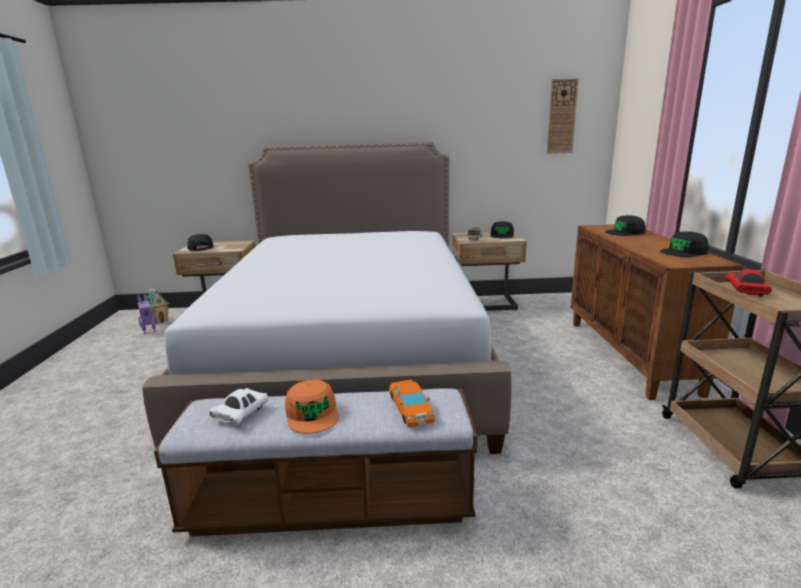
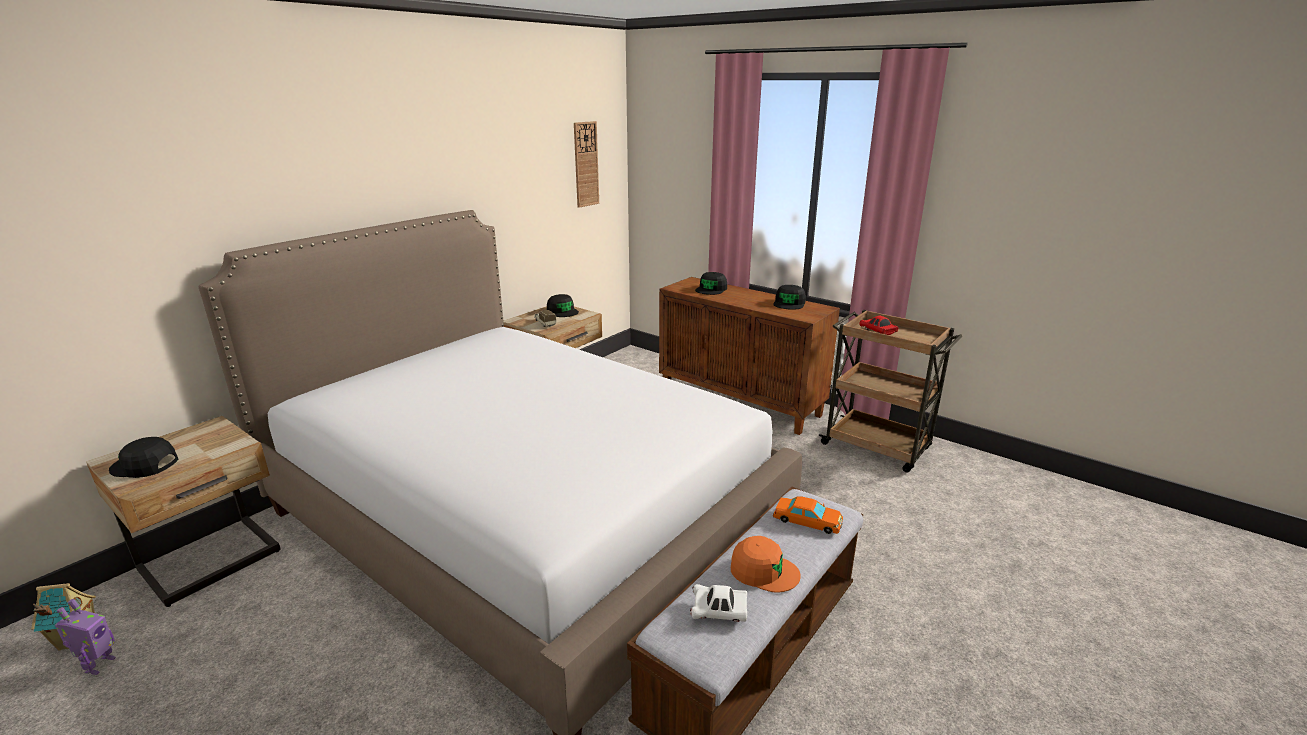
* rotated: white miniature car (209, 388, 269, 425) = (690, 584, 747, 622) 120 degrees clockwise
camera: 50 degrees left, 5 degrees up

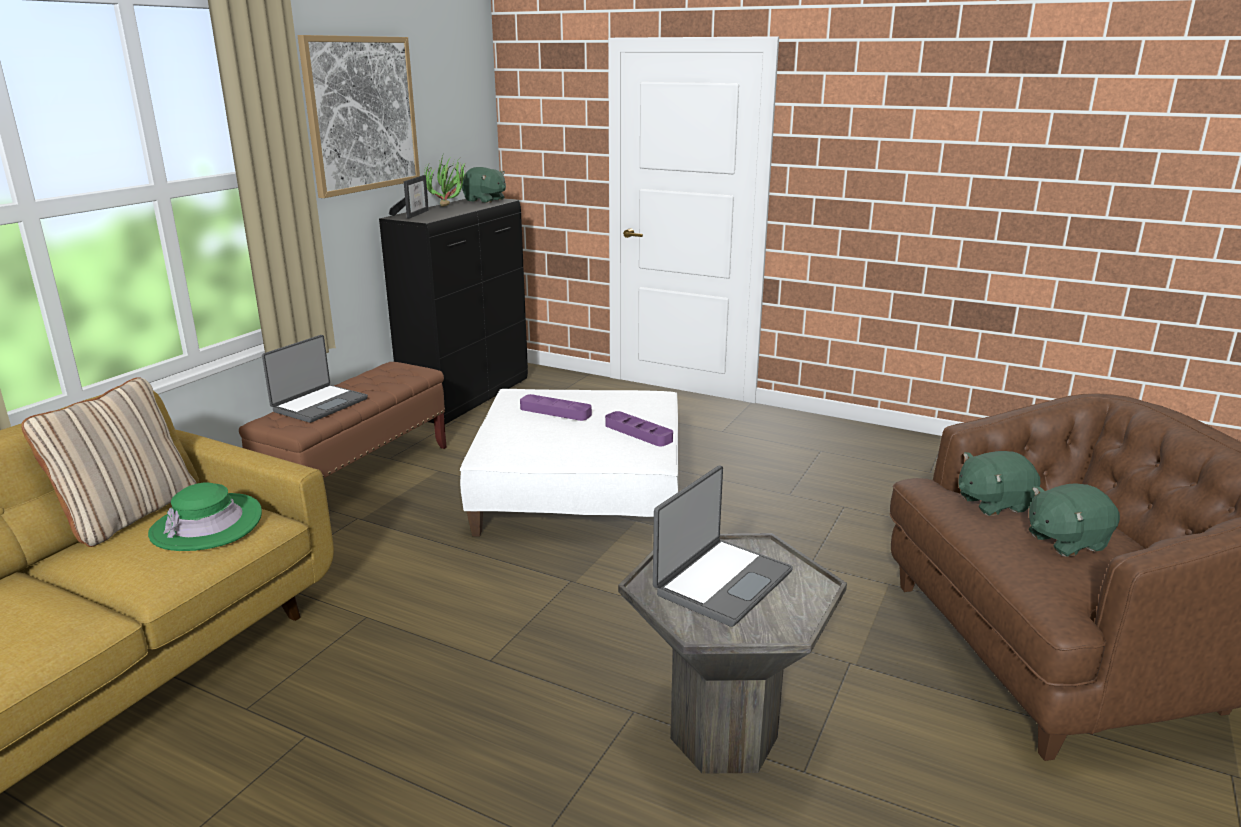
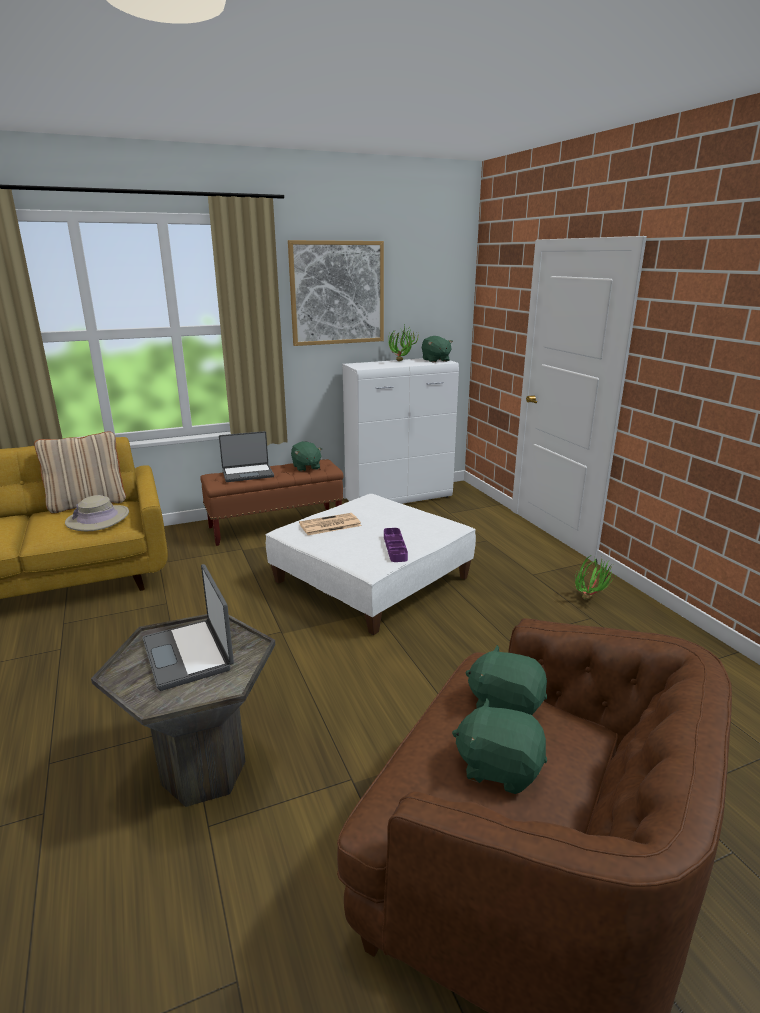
* gone: photo frame (389, 175, 429, 219)
* repainted: black-coloured cupboard (379, 198, 528, 424) to white cupboard (343, 358, 459, 504)
* gone: purple carrying tray (520, 394, 592, 421)
* rotated: laptop (653, 465, 793, 627) = (143, 564, 234, 691) 75 degrees clockwise
* repainted: green clothing hat (148, 482, 262, 551) to beige clothing hat (65, 495, 129, 531)
* new: green soft toy (291, 441, 322, 472)
* new: daily paper (299, 513, 362, 535)
* new: potted plant (575, 556, 617, 600)
camera: 40 degrees right, 0 degrees up

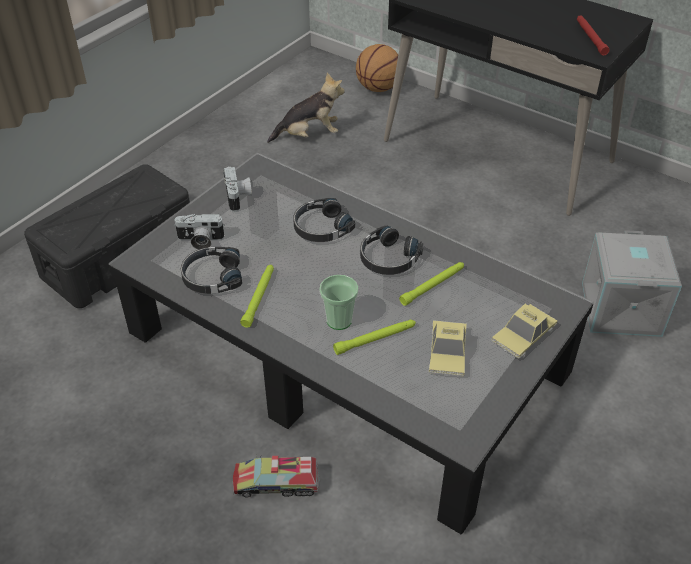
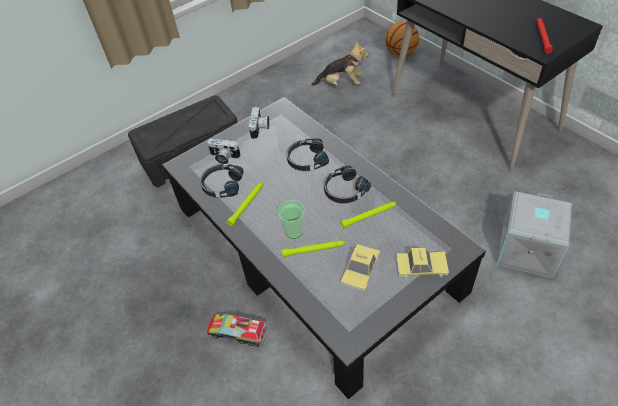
* rotated: miniature car (492, 304, 557, 359) = (396, 248, 449, 278) 150 degrees counterclockwise
camera: 20 degrees right, 5 degrees up

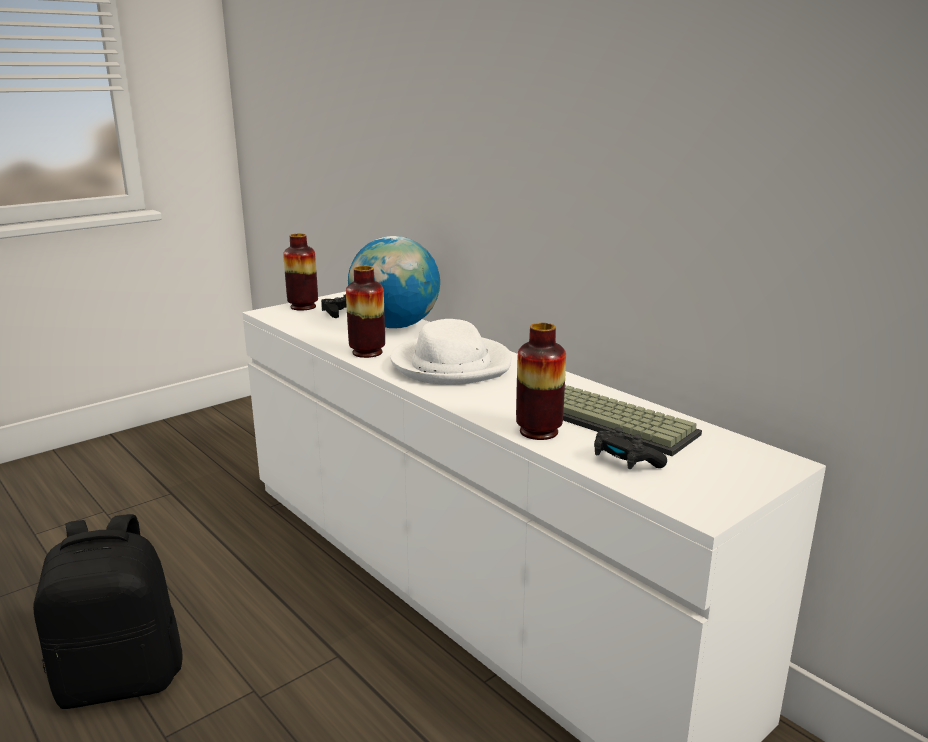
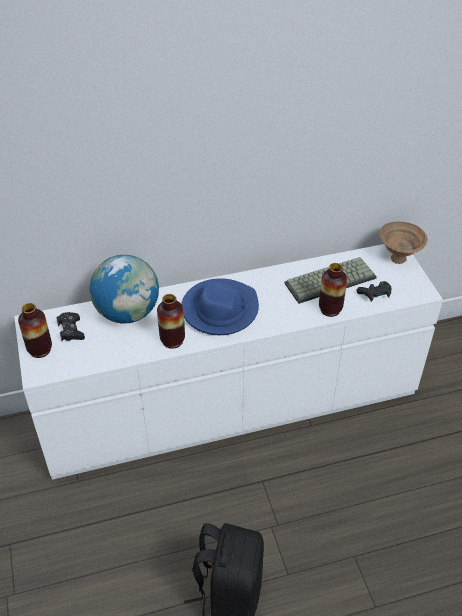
* repainted: white clothing hat (390, 319, 512, 385) to blue-coloured clothing hat (182, 278, 259, 335)
* new: brownish serving bowl (379, 221, 427, 264)
camera: 65 degrees left, 25 degrees up

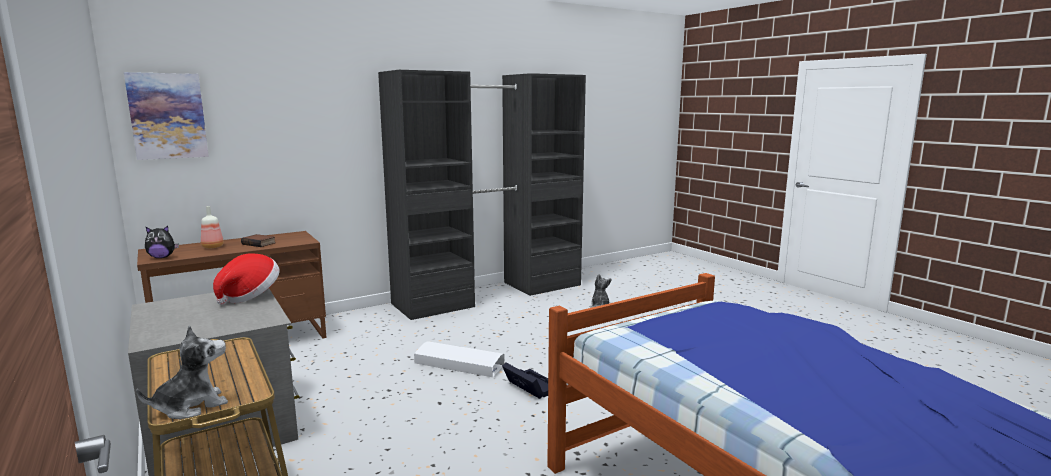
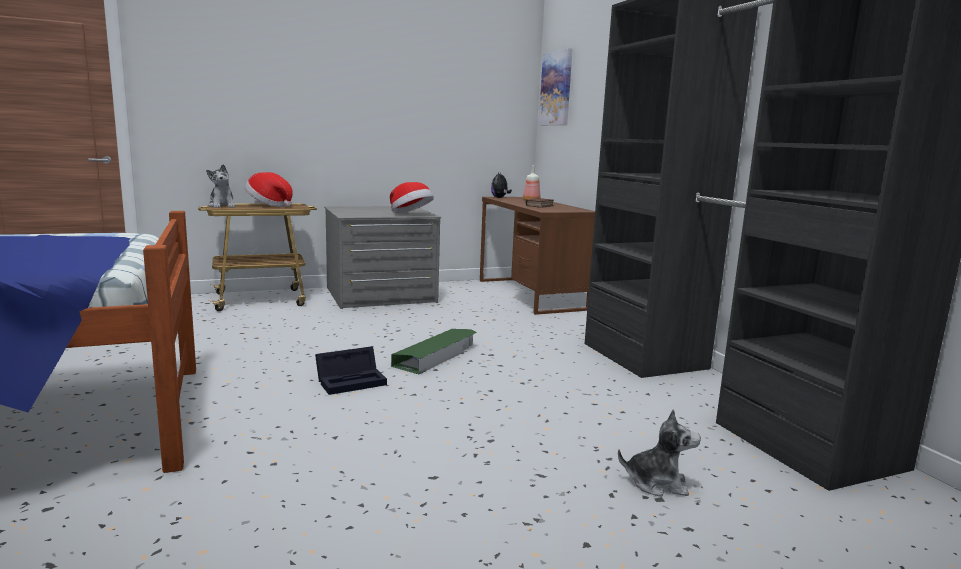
* repainted: white storage box (414, 341, 504, 377) to green storage box (391, 329, 477, 375)
* new: clothing hat (245, 172, 293, 207)
camera: 100 degrees right, 0 degrees up

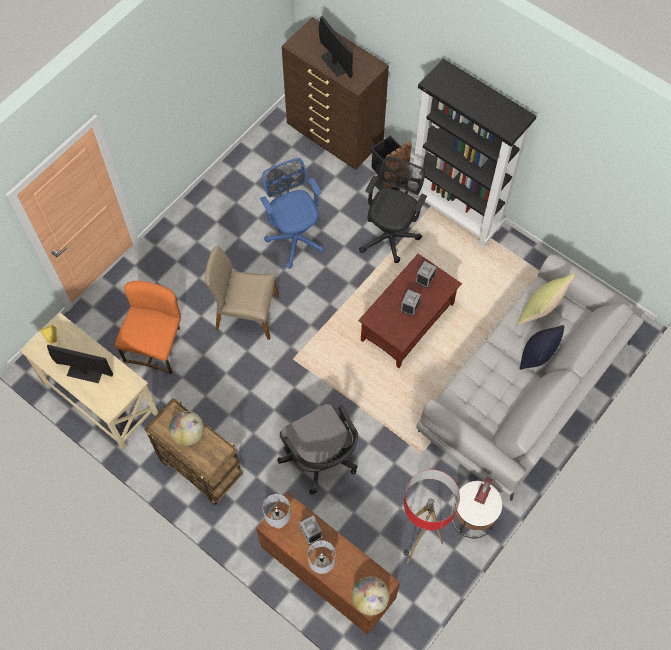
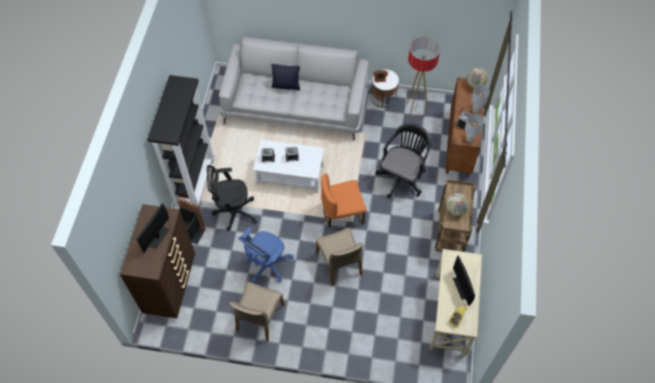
* repainted: brownish low table (358, 254, 462, 368) to white low table (253, 139, 324, 193)
* gone: yellow cushion (516, 273, 575, 326)
* shifted: orangey chair (115, 281, 181, 374) to (321, 173, 367, 227)
* new: beige chair (230, 282, 285, 342)
camera: 120 degrees left, 5 degrees down

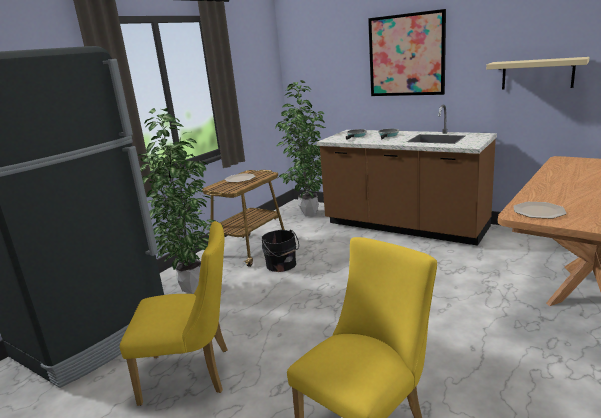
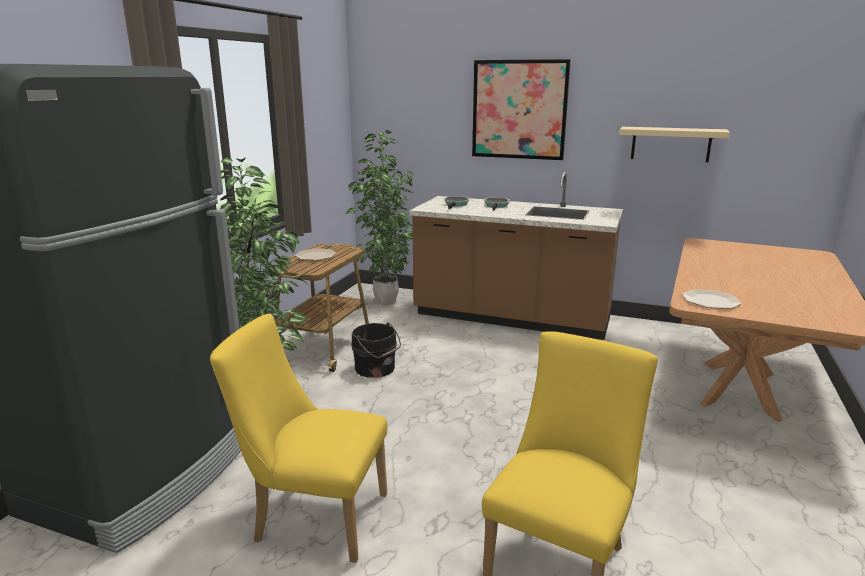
* rotated: yellow chair (120, 221, 228, 406) = (210, 314, 387, 563) 150 degrees counterclockwise
camera: 15 degrees left, 0 degrees up

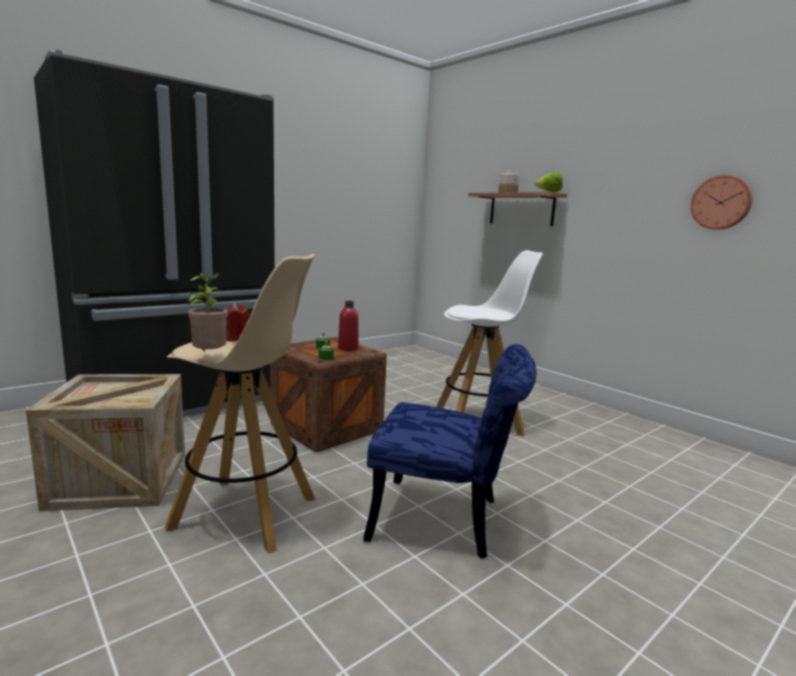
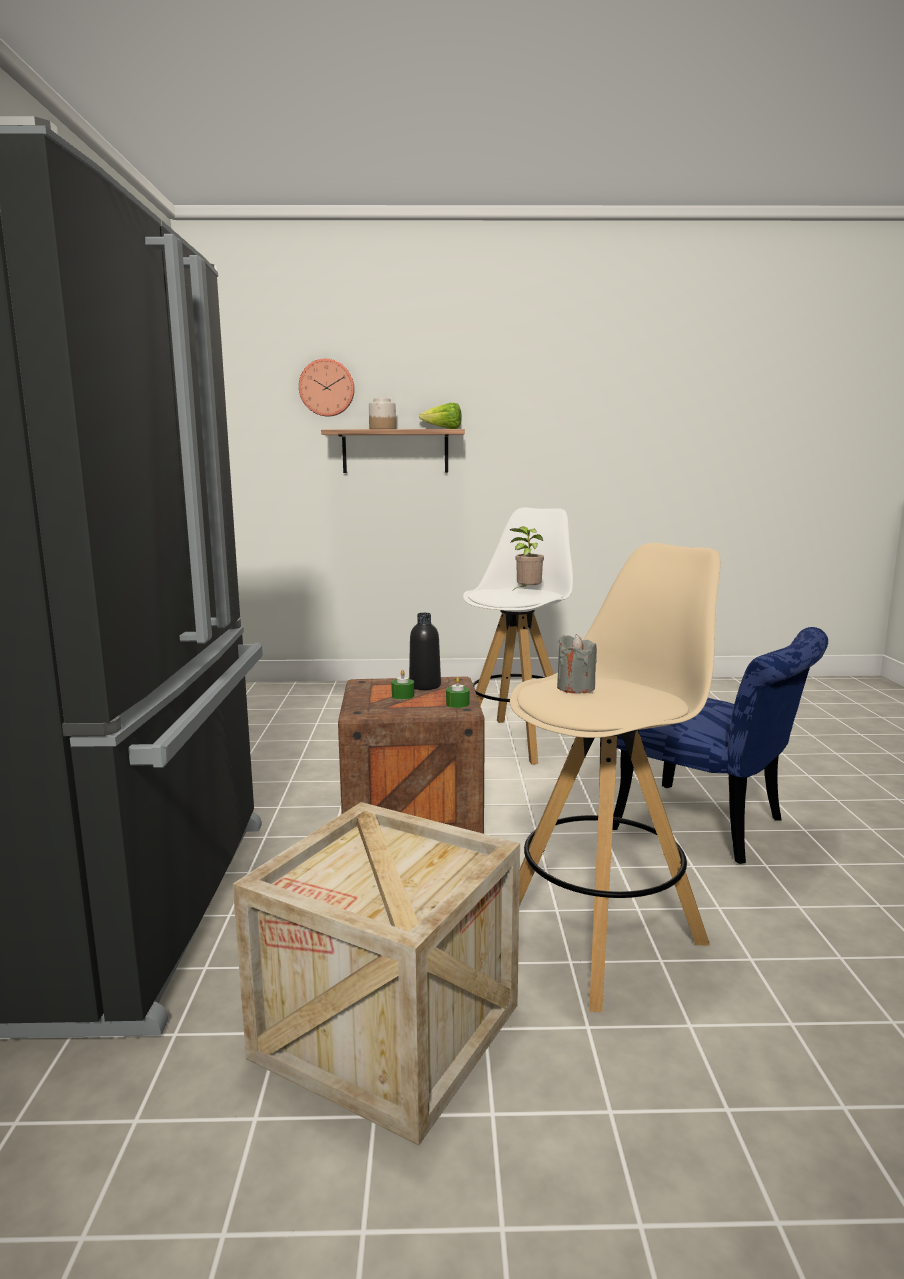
* shifted: hanging clock (691, 175, 753, 230) to (299, 358, 355, 417)
* shifted: potted plant (187, 273, 228, 352) to (510, 527, 544, 591)
* repainted: red-coloured beverage bottle (338, 301, 359, 351) to black-coloured beverage bottle (409, 613, 441, 690)
* repainted: red-coloured wax candle (226, 303, 249, 342) to greyish wax candle (557, 634, 597, 693)
* rotated: blue-coloured chair (363, 344, 536, 559) = (613, 627, 828, 864) 75 degrees clockwise
camera: 50 degrees left, 0 degrees up

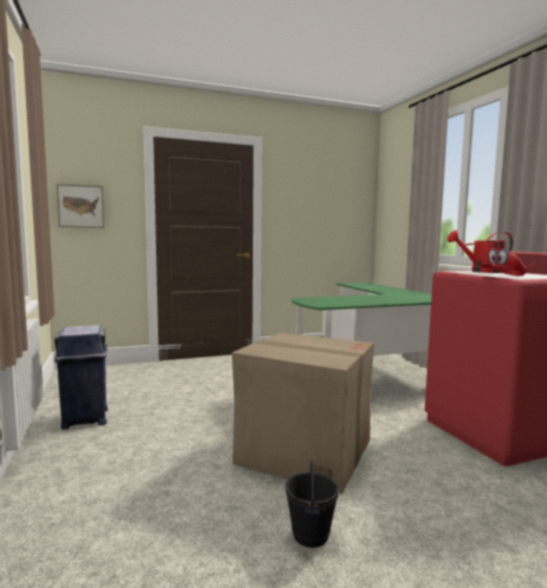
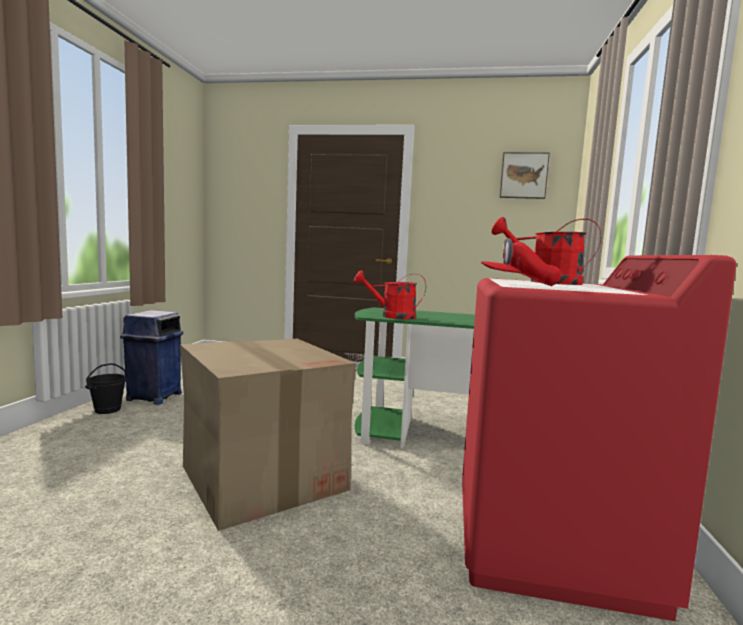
* shifted: wall art (57, 184, 104, 228) to (499, 152, 550, 199)
* shifted: black-coloured pail (285, 460, 339, 548) to (85, 363, 128, 414)
* new: red-coloured sprinkling can (354, 270, 426, 319)
camera: 30 degrees right, 0 degrees up

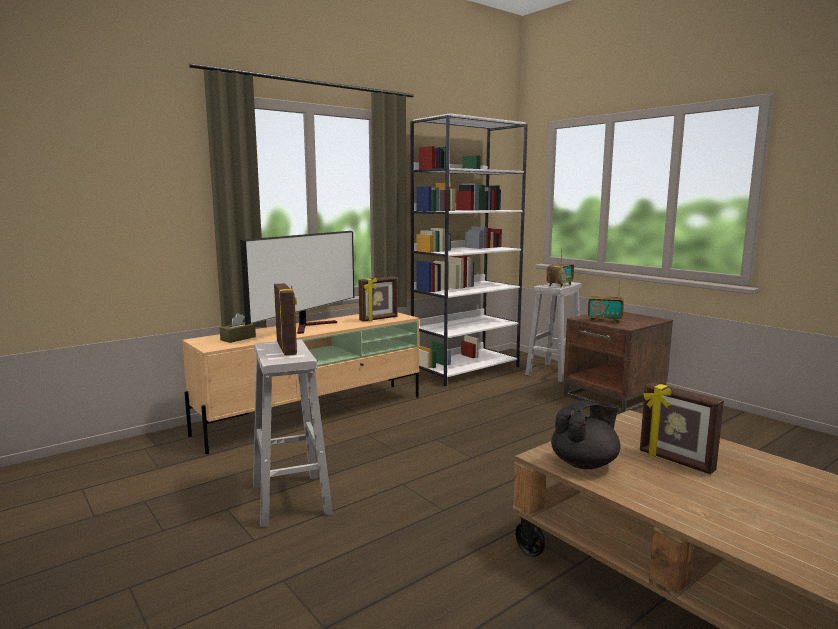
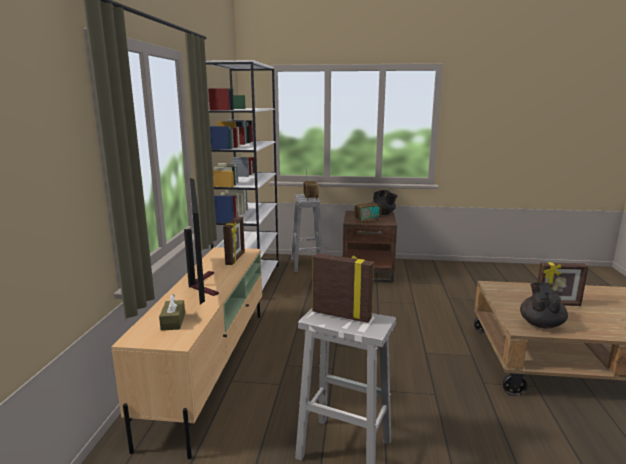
* new: black-coloured tea pot (372, 190, 397, 215)
camera: 45 degrees left, 5 degrees up

